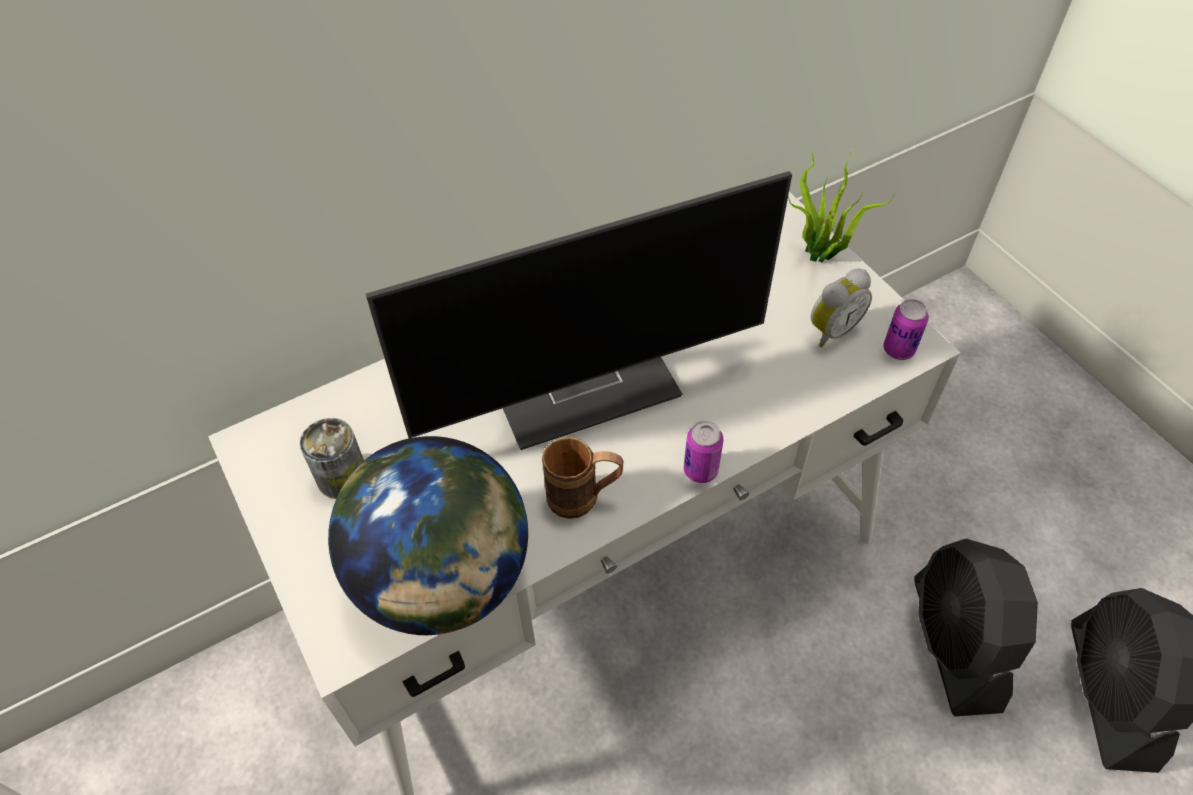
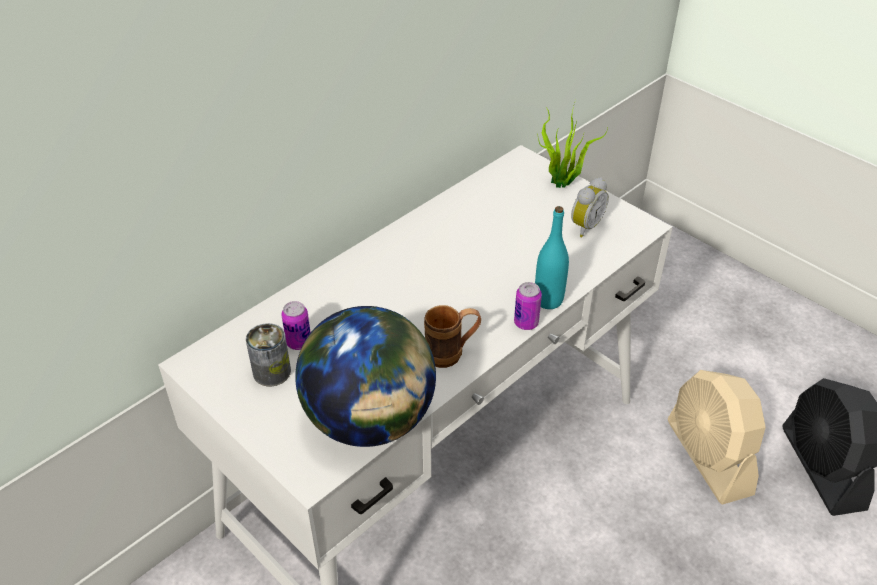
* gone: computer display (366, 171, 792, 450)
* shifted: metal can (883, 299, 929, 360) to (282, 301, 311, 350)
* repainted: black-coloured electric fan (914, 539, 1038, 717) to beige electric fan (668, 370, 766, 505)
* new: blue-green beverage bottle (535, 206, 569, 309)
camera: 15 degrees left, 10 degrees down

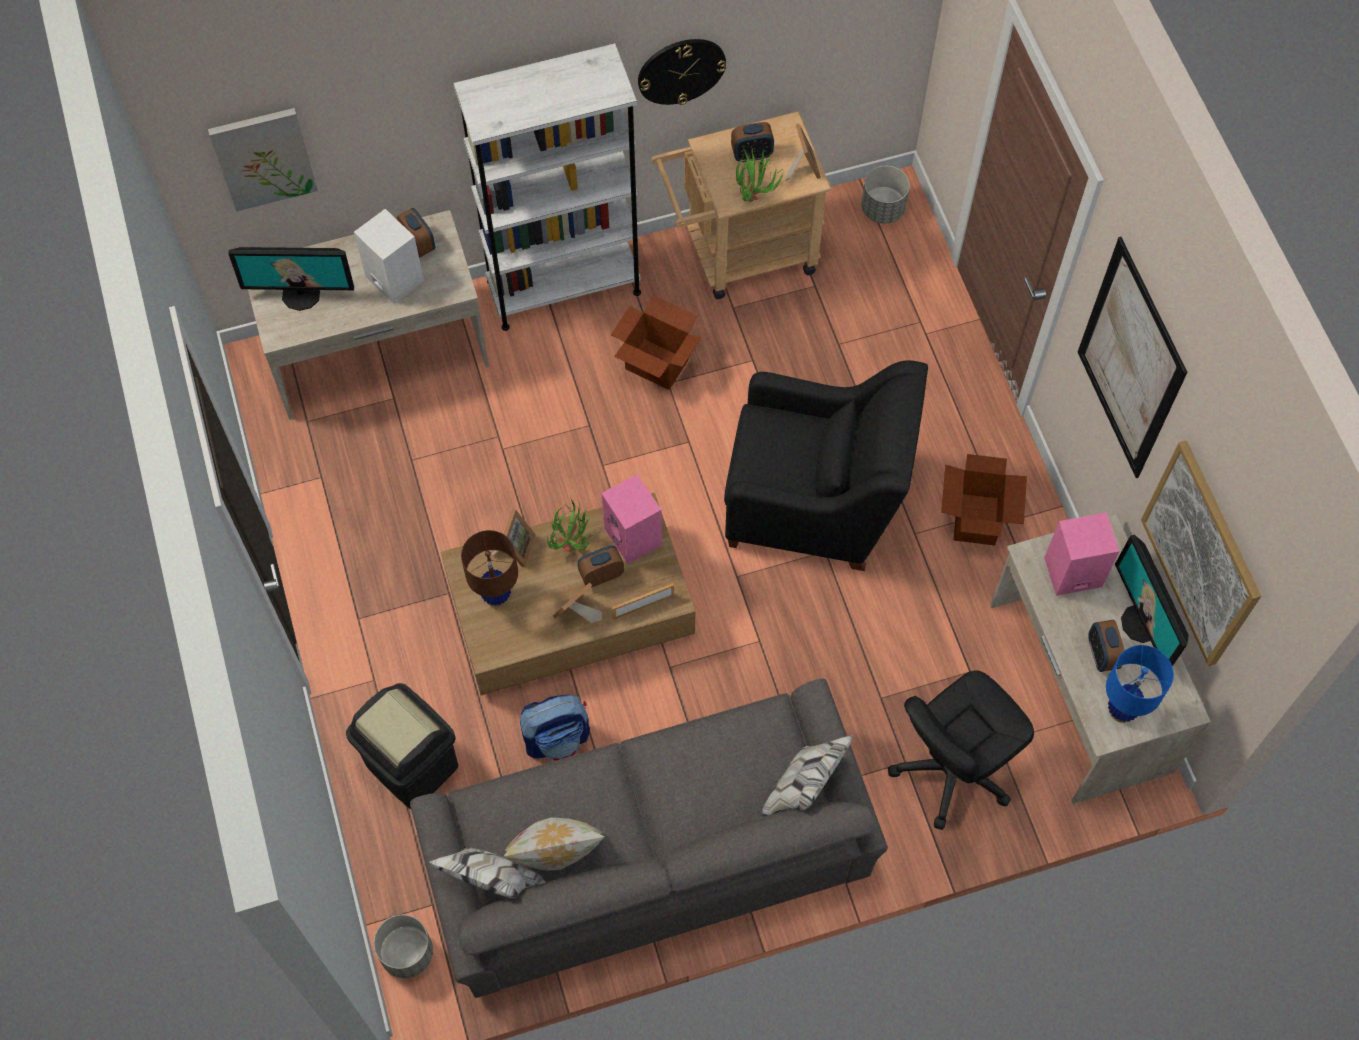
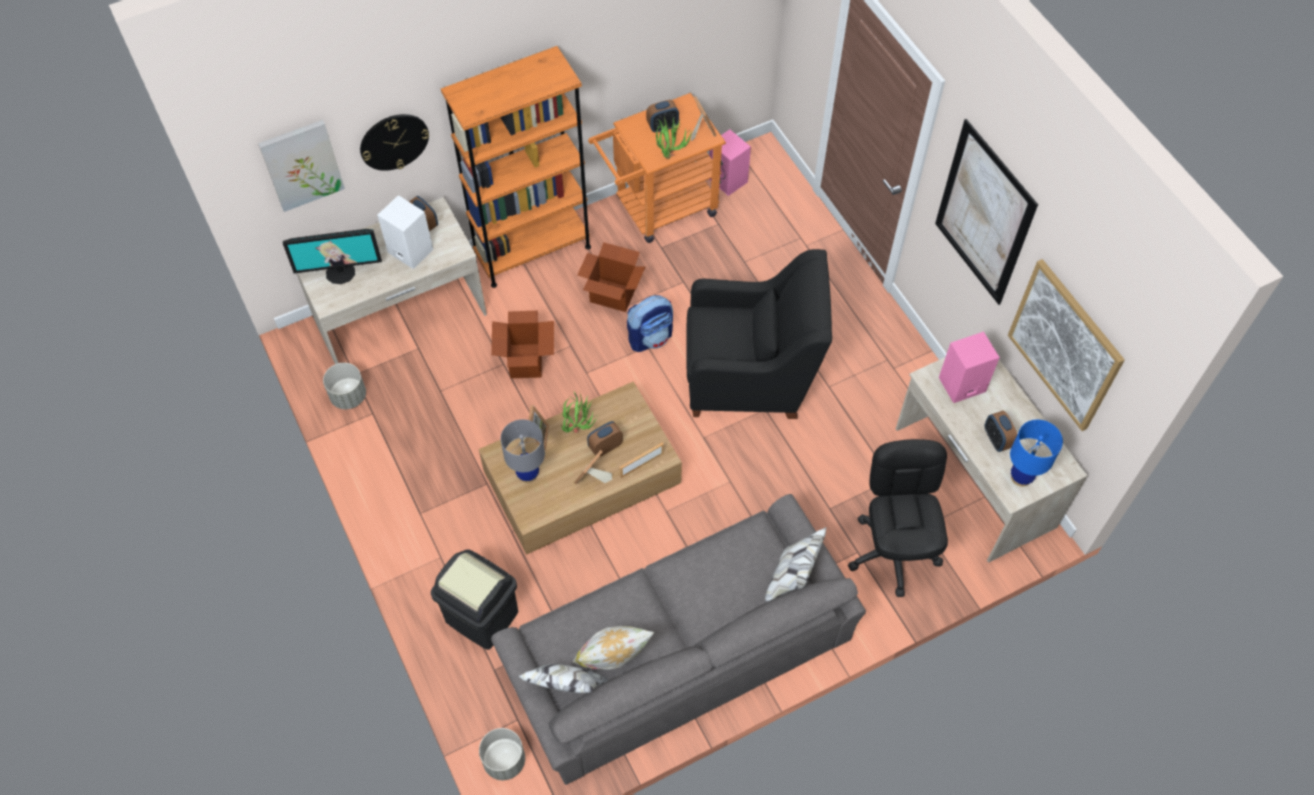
* shifted: hanging clock (638, 39, 726, 105) to (360, 114, 429, 171)
* repainted: white shelving unit (453, 43, 641, 331) to orangey shelving unit (441, 46, 591, 288)
* repainted: beige trolley (651, 111, 831, 299) to orangey trolley (588, 93, 726, 243)
* shifted: greyish plant pot (861, 166, 910, 224) to (323, 363, 366, 409)
* shifted: packing box (941, 454, 1027, 545) to (491, 311, 554, 378)
* shifted: pink-coloured speaker (601, 474, 662, 564) to (709, 129, 751, 196)
* repainted: brownish lamp for a table (461, 530, 518, 607) to greyish lamp for a table (501, 419, 545, 483)
* gone: computer display (1115, 534, 1189, 666)
* rotated: black-coloured computer chair (888, 670, 1034, 830) = (848, 439, 948, 597) 135 degrees clockwise
* shifted: knapsack (520, 695, 590, 761) to (627, 295, 673, 352)
camera: 10 degrees left, 5 degrees down

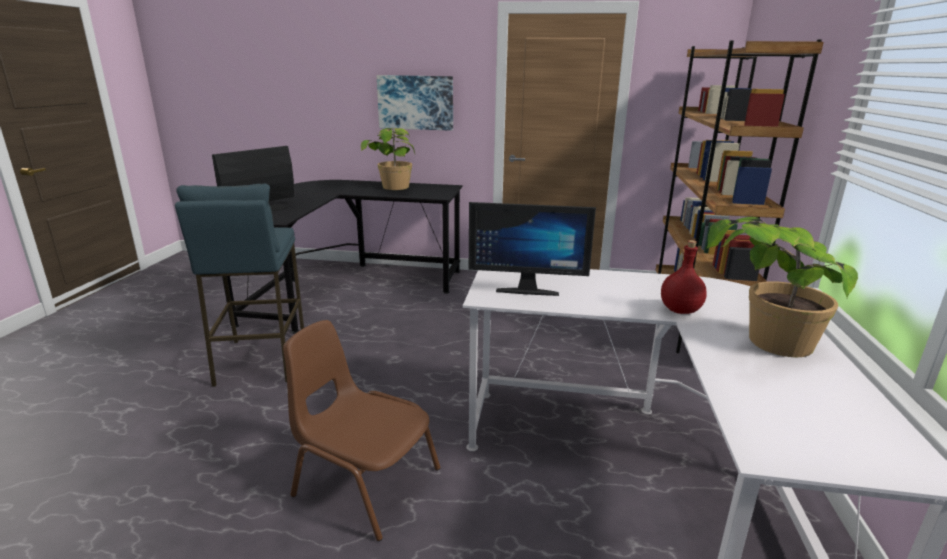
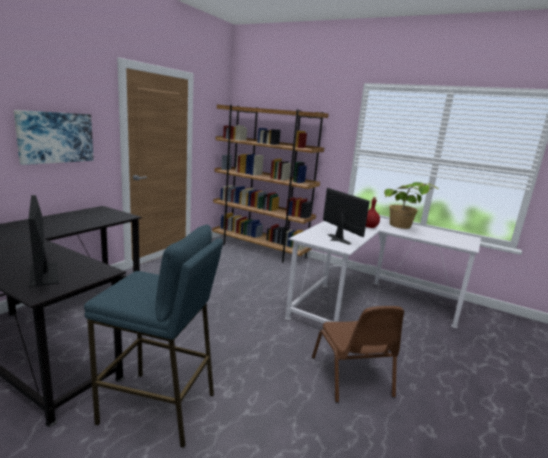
* gone: potted plant (361, 128, 415, 190)
* rotated: computer display (469, 202, 596, 296) = (323, 188, 370, 245) 60 degrees counterclockwise
* rotated: brownish chair (283, 320, 441, 541) = (312, 306, 404, 403) 60 degrees counterclockwise
camera: 70 degrees left, 5 degrees down

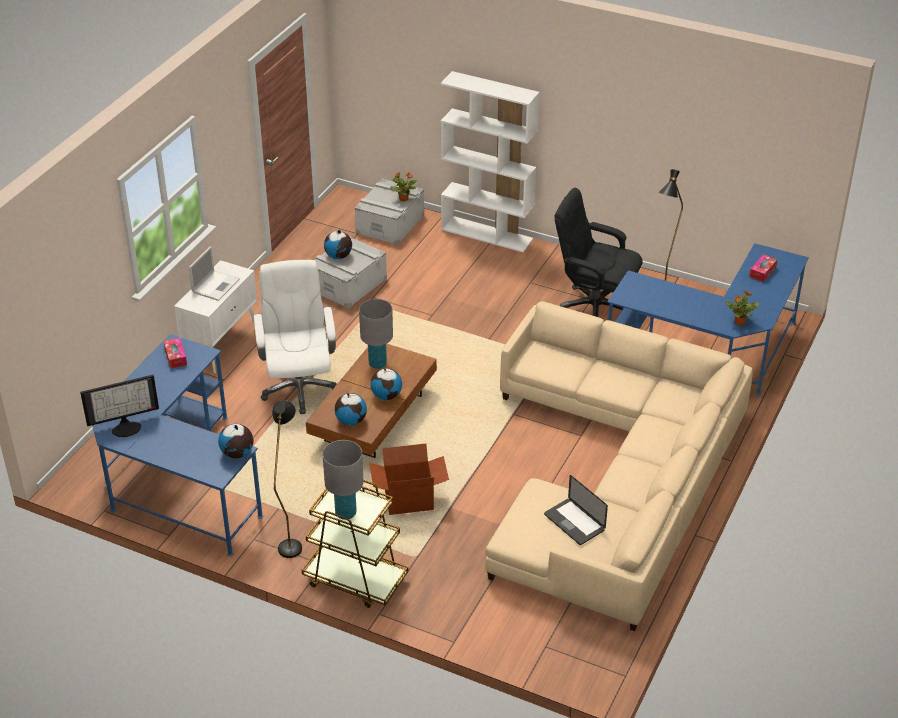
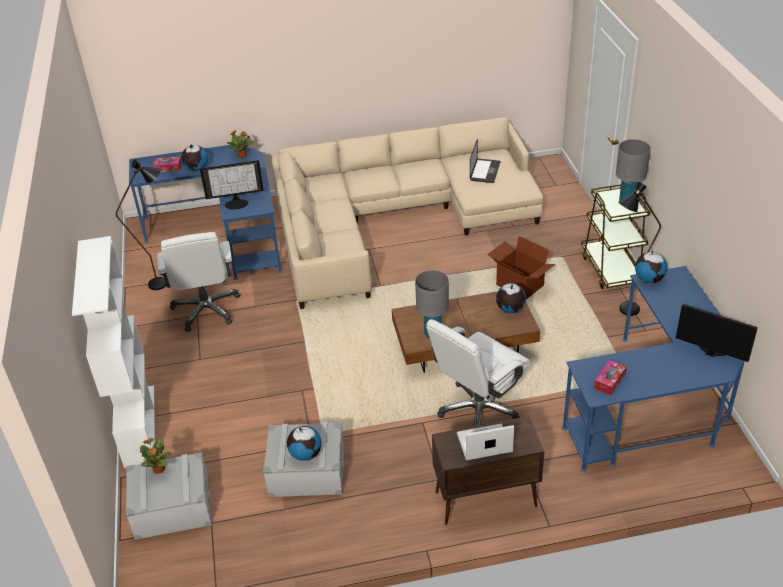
* repainted: black-coloured computer chair (554, 188, 643, 317) to white computer chair (157, 232, 240, 332)
* repainted: white cupboard (174, 260, 257, 373) to brownish cupboard (432, 416, 545, 525)
* shifted: globe (371, 368, 402, 400) to (181, 144, 208, 171)
* new: computer display (200, 160, 264, 210)
camera: 125 degrees left, 0 degrees up

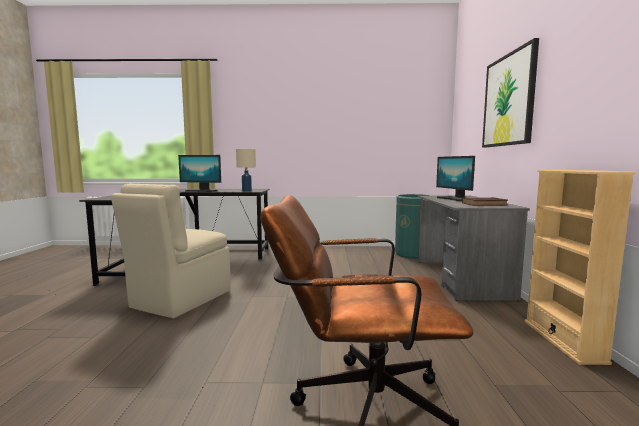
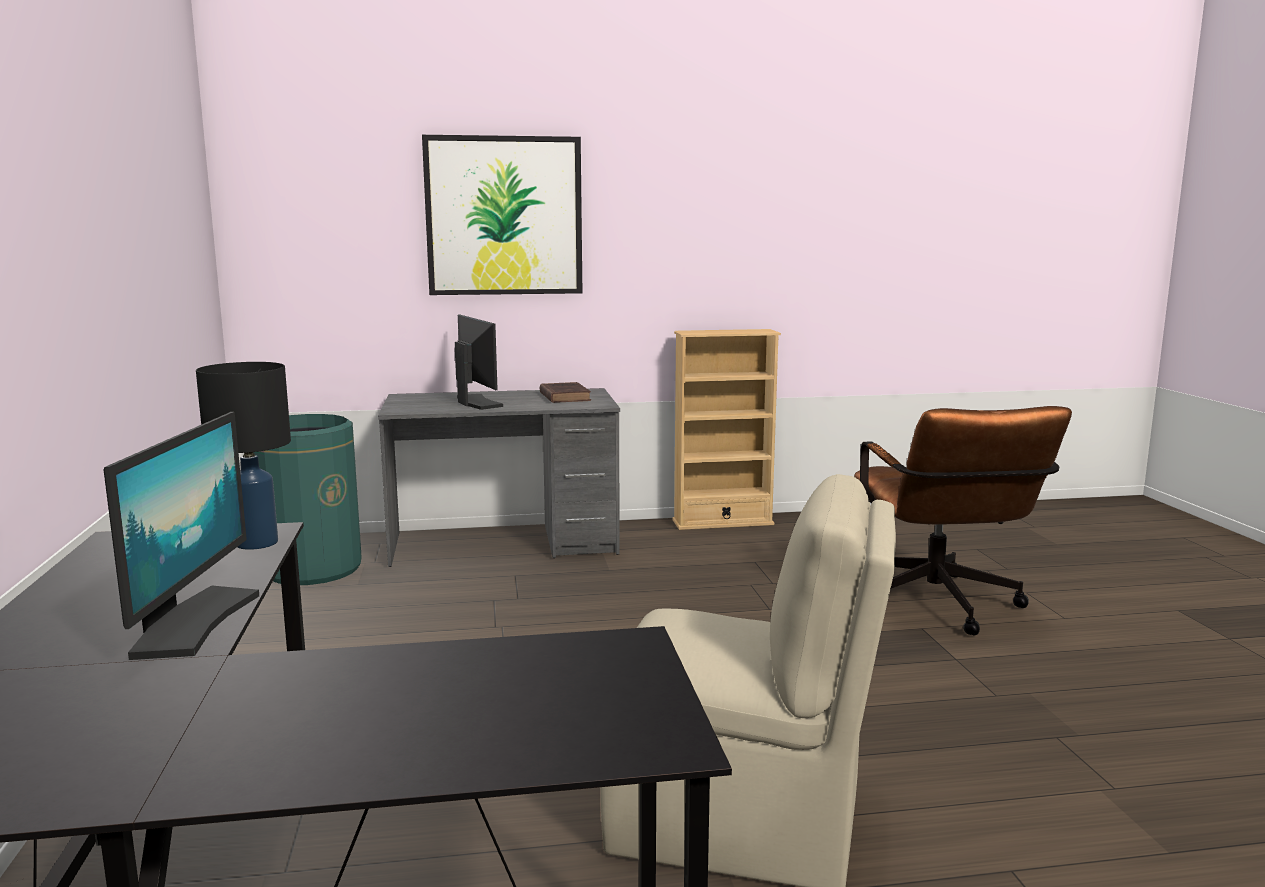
* repainted: beige lamp for a table (236, 149, 256, 192) to black-coloured lamp for a table (196, 362, 291, 550)
* rotated: computer display (436, 156, 475, 201) = (455, 314, 503, 410) 90 degrees counterclockwise
camera: 100 degrees left, 5 degrees up

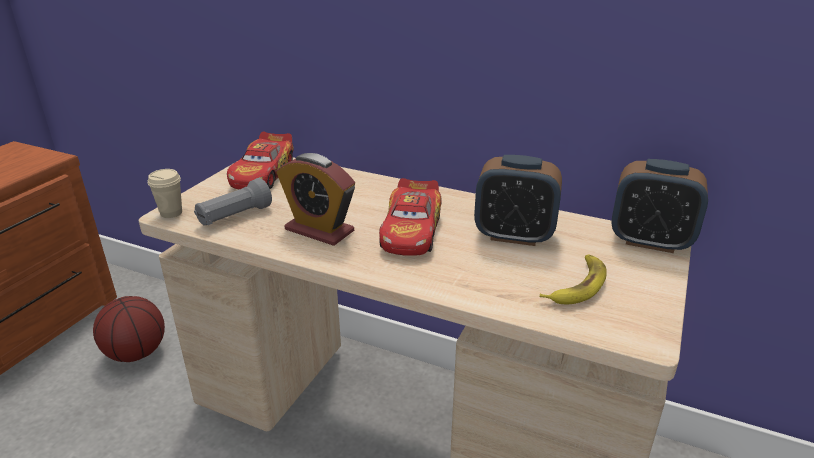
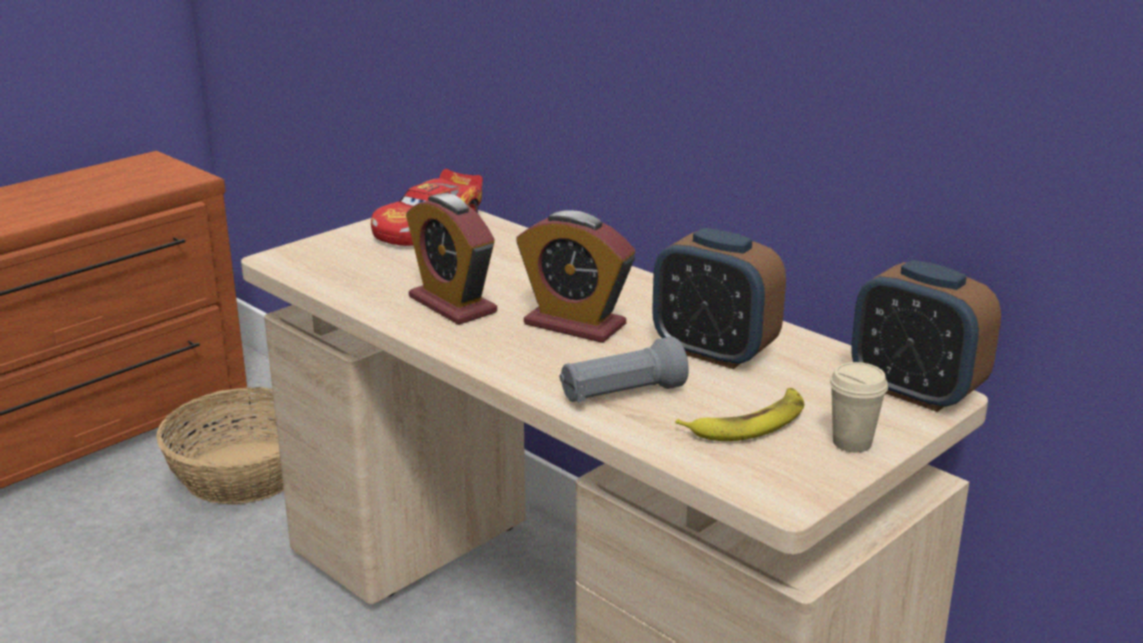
* shifted: beige cup (148, 169, 182, 218) to (829, 362, 888, 452)
* shifted: greyish hand torch (194, 178, 272, 226) to (559, 336, 689, 402)
* swapped: miniature car (379, 178, 442, 256) to bedside clock (516, 210, 635, 343)
* swapped: ball for basketball (93, 296, 165, 362) to basket (156, 387, 284, 504)
camera: 20 degrees right, 5 degrees down

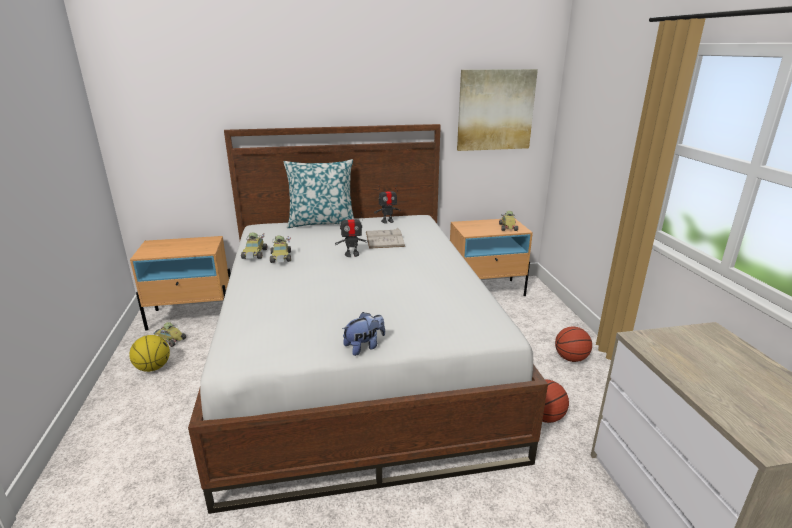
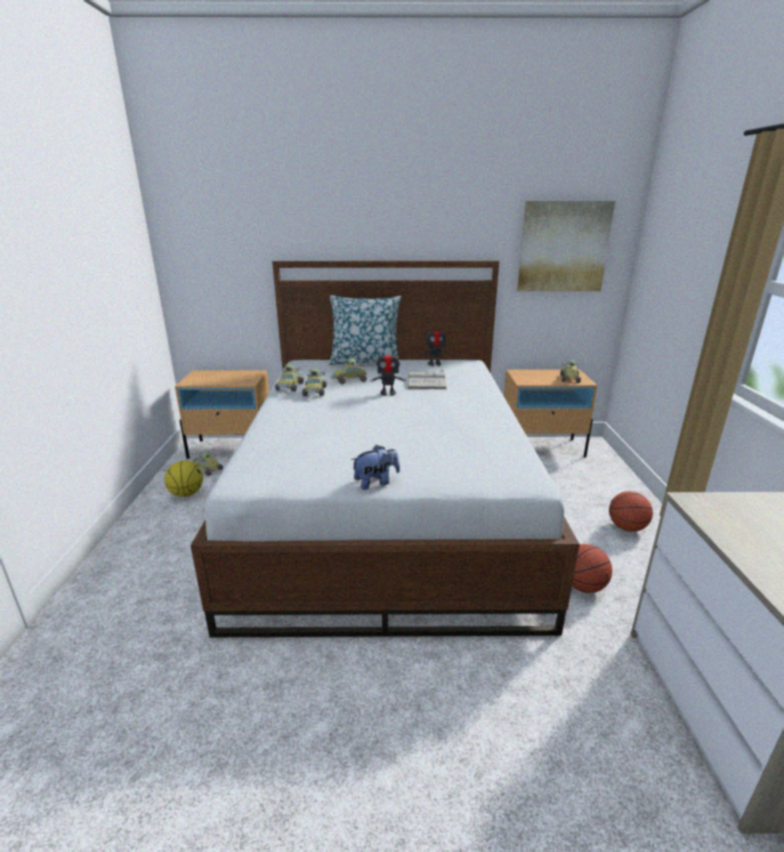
* new: miniature car (329, 358, 367, 384)
camera: 10 degrees right, 0 degrees up

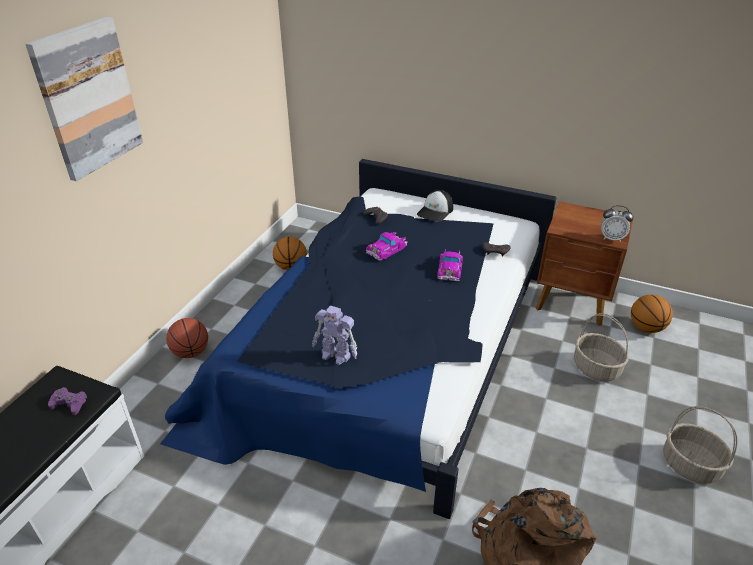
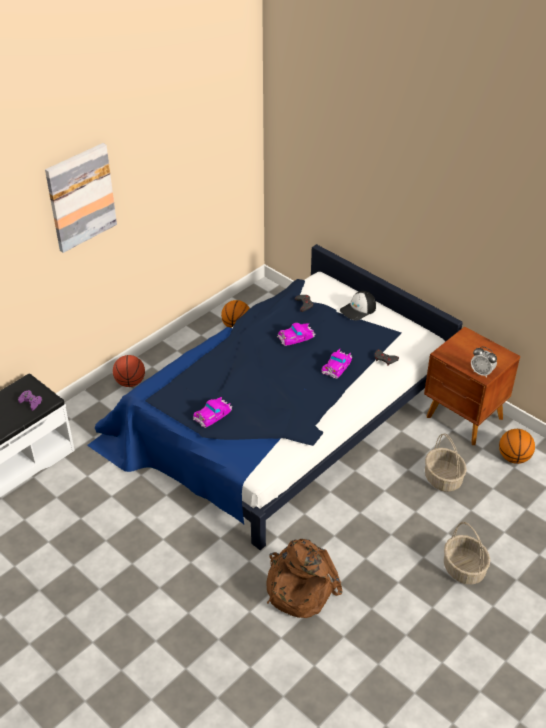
* swapped: robot figure (312, 305, 357, 365) to miniature car (193, 397, 232, 428)
camera: 20 degrees right, 5 degrees up

